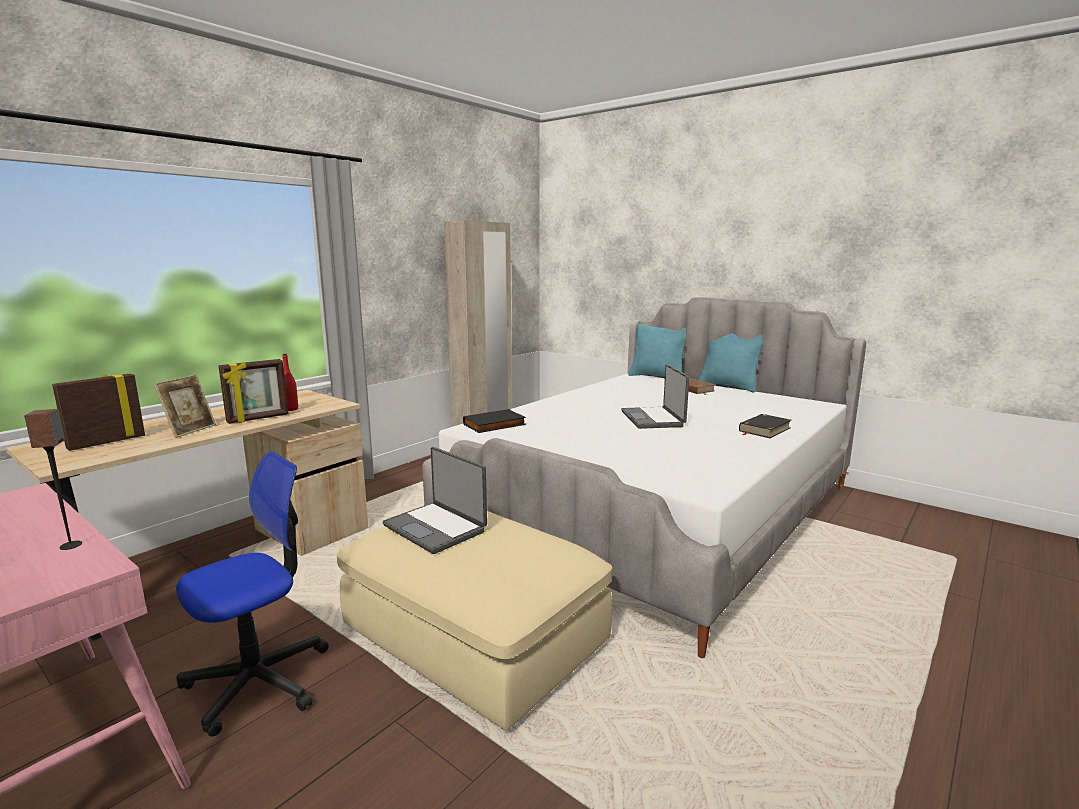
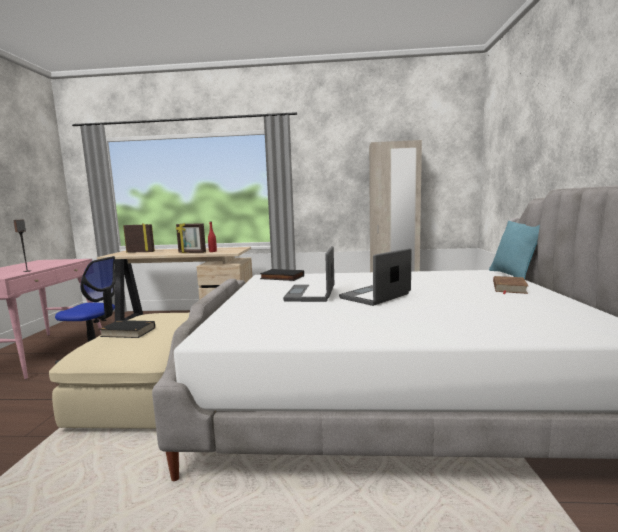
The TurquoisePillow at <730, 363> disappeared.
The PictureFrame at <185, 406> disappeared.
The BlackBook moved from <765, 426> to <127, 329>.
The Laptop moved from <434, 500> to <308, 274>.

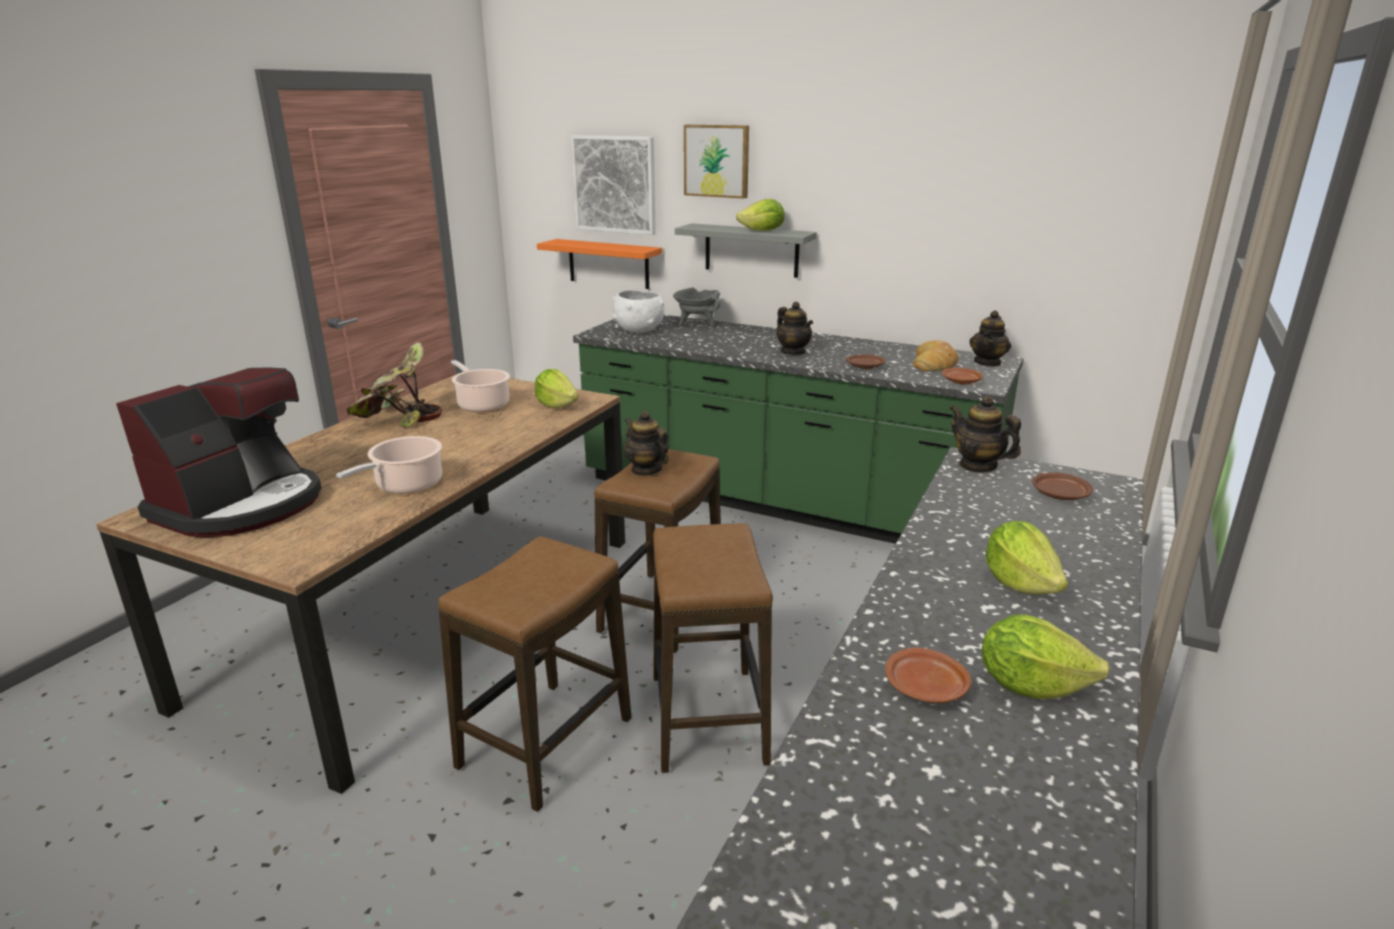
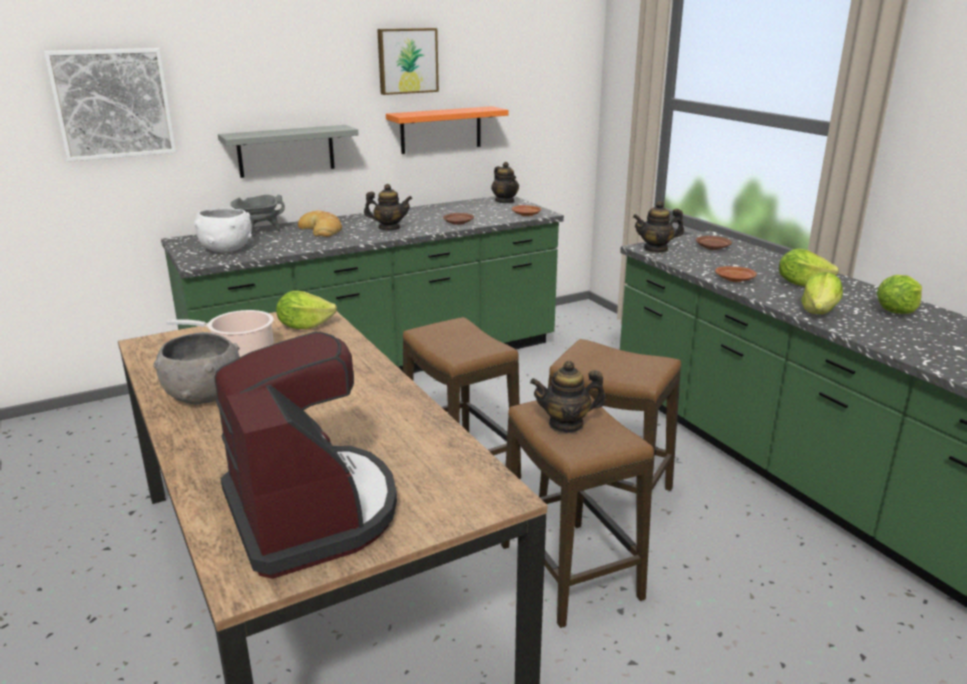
The Picture moved from <716, 161> to <408, 61>.
The Lettuce moved from <760, 215> to <822, 293>.
The OrangeShelf moved from <599, 264> to <447, 130>.
The Bread moved from <935, 356> to <320, 223>.
The PottedPlant at <394, 385> was replaced by the GreyBowl at <196, 368>.
The Teapot moved from <646, 443> to <568, 397>.
The CookingPot at <389, 465> disappeared.
The BrownPlate moved from <928, 675> to <736, 274>.

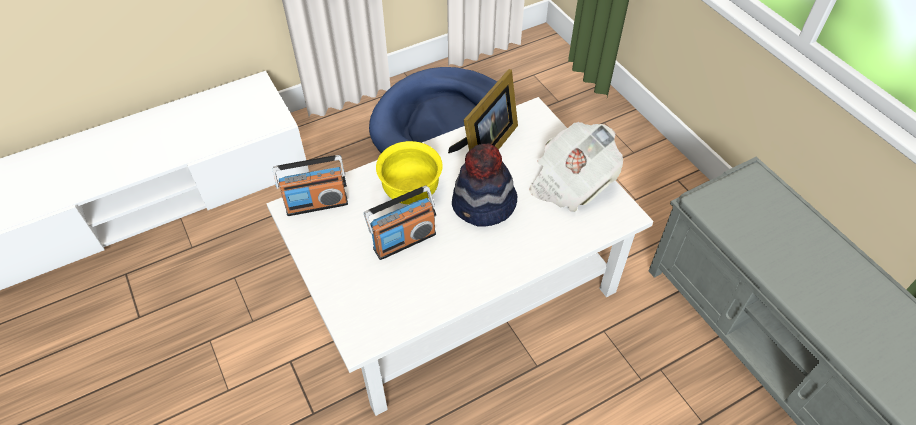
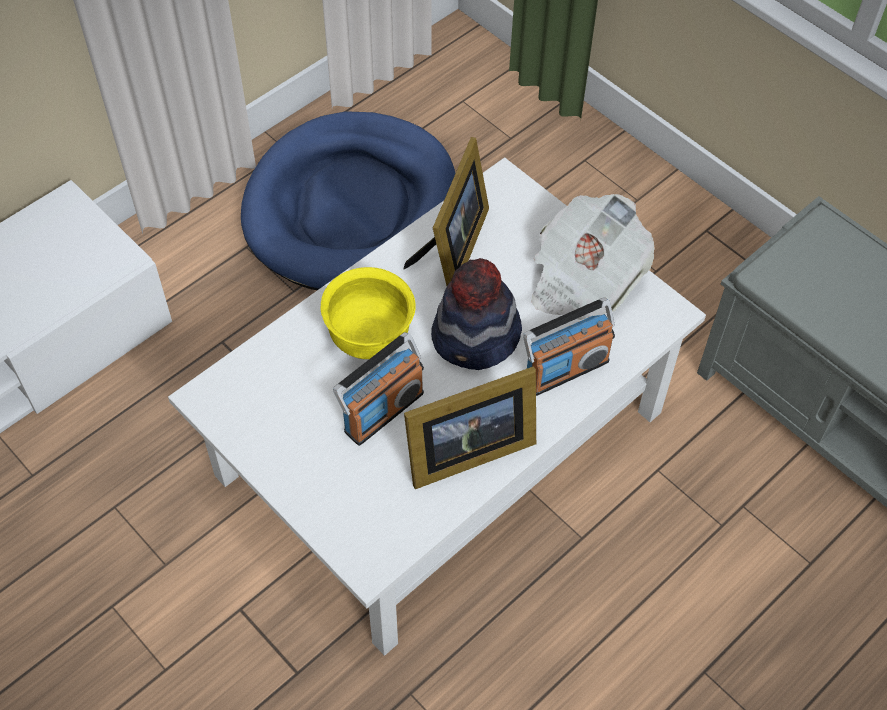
The Radio moved from <310, 185> to <569, 346>.
The PictureFrame at <470, 427> appeared.

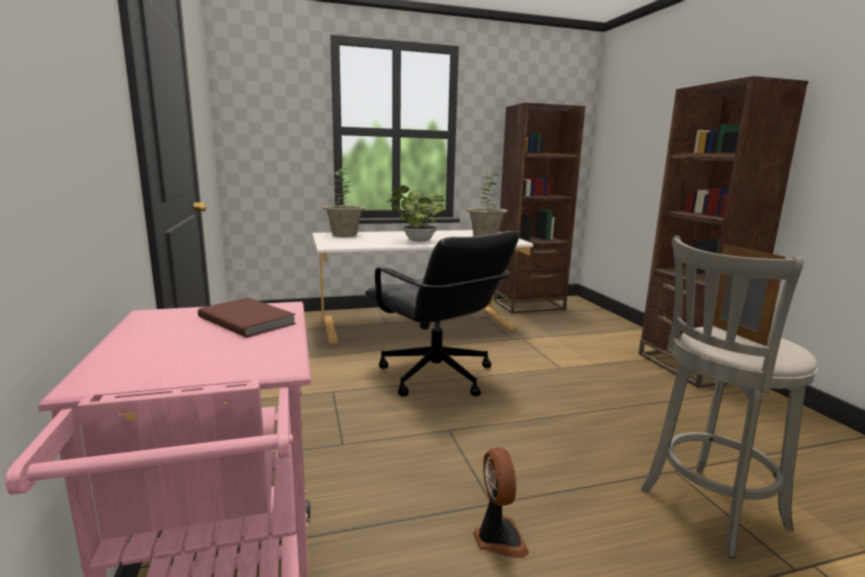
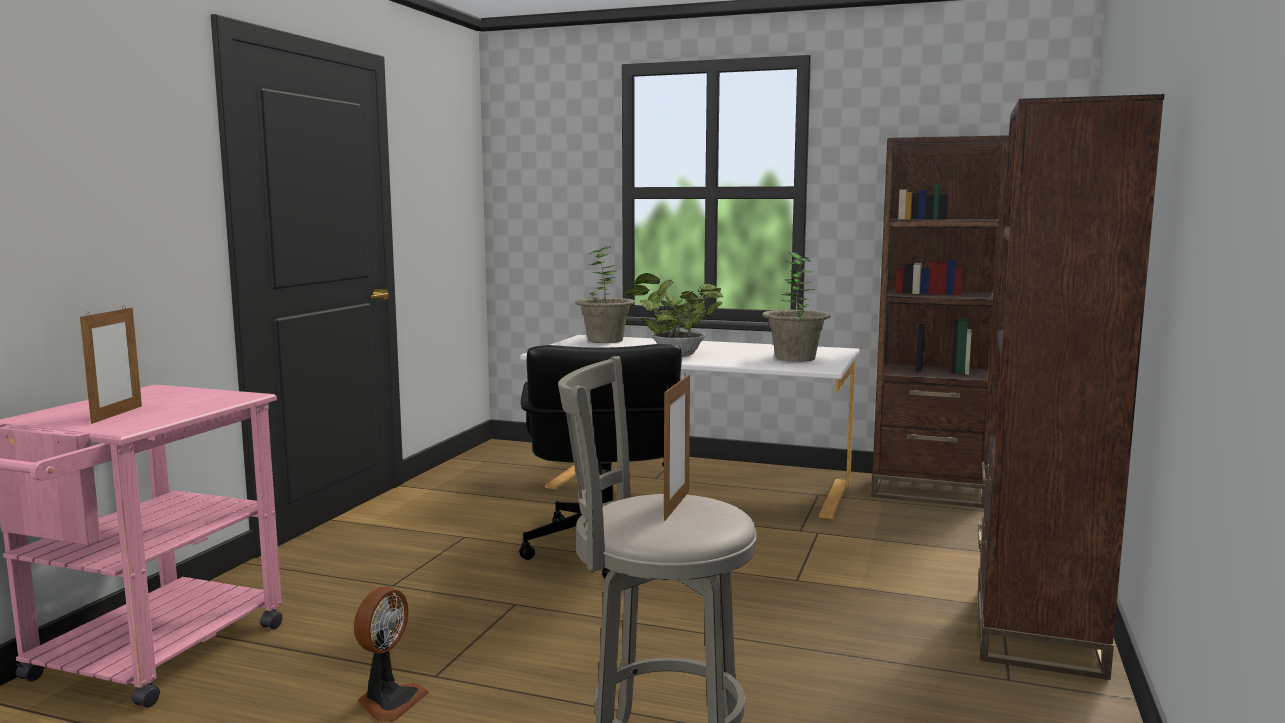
The BrownBook at <247, 318> disappeared.
The PictureFrame at <111, 364> appeared.

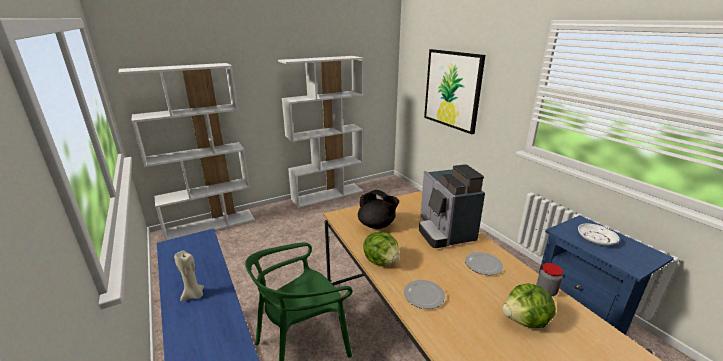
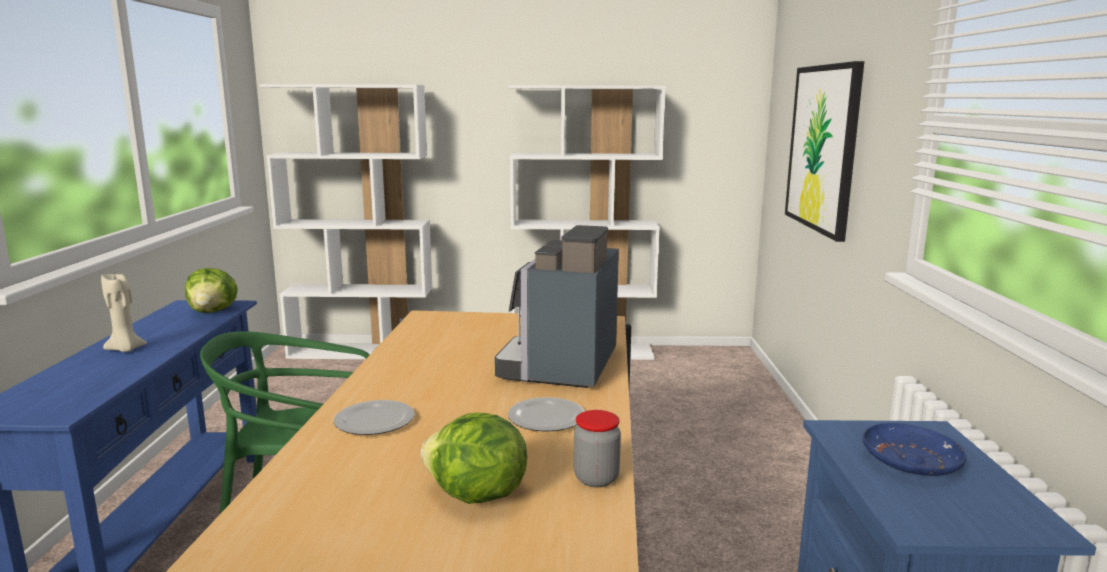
The BlackTeapot at <378, 209> disappeared.
The WhitePlate at <599, 234> became the BluePlate at <914, 449>.
The Lettuce moved from <381, 249> to <211, 290>.

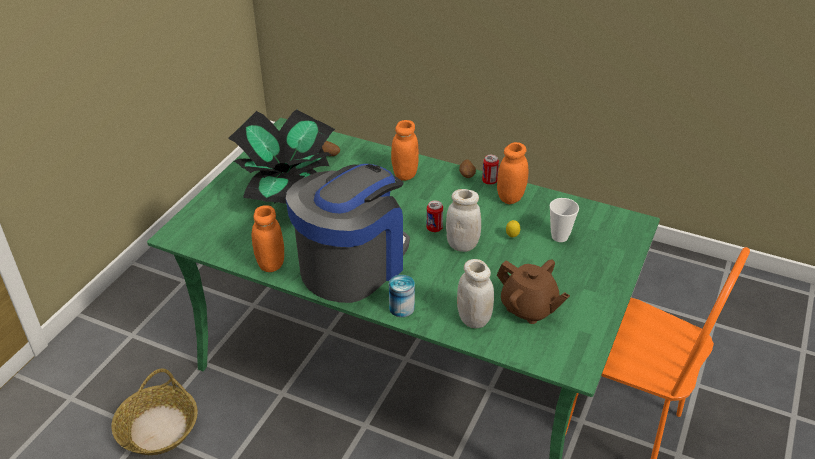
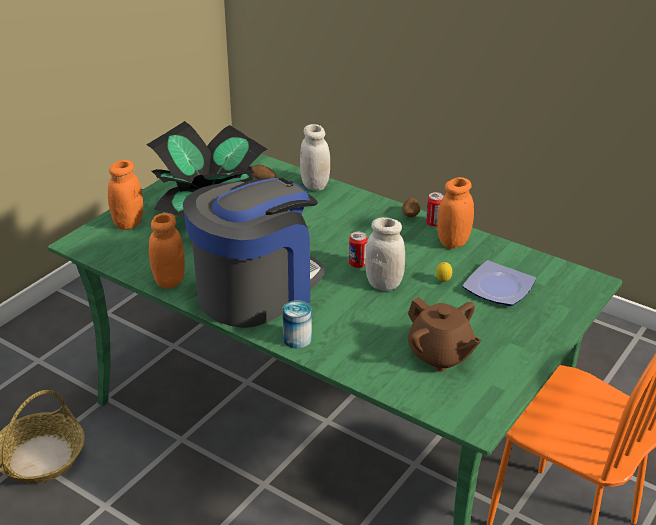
The OrangeJar moved from <405, 150> to <125, 195>.
The Cup at <564, 220> was replaced by the Plate at <499, 283>.
The WhiteJar moved from <475, 293> to <315, 157>.

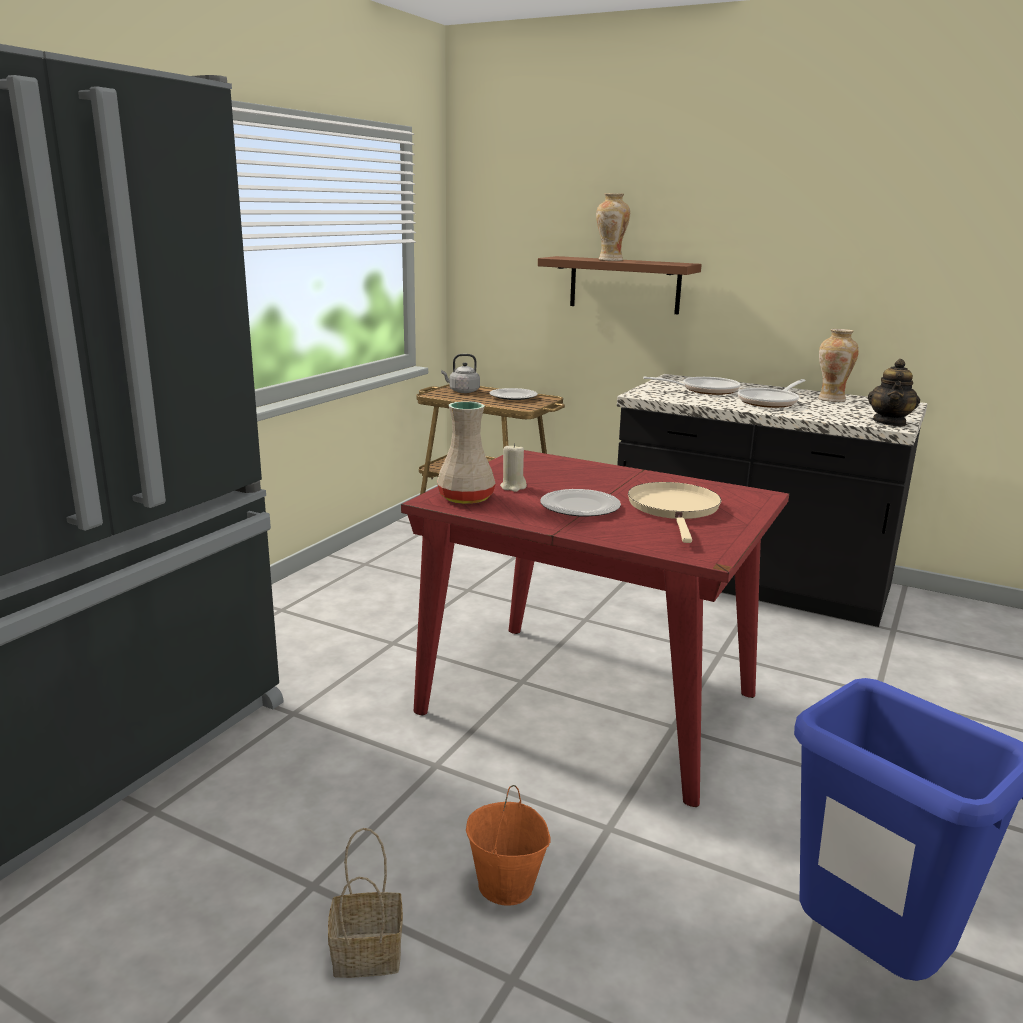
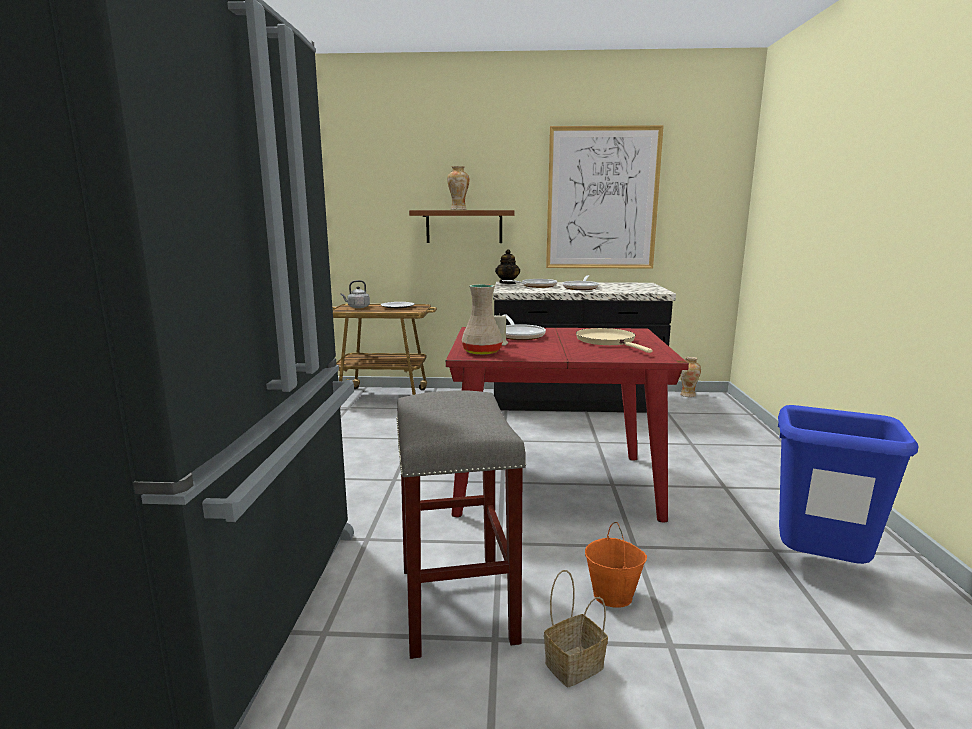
The Vase moved from <838, 365> to <690, 377>.
The Teapot moved from <894, 393> to <507, 266>.
The Plate at <580, 503> disappeared.
The Picture at <605, 197> appeared.
The FryingPan at <525, 327> appeared.
The GreyStool at <461, 524> appeared.

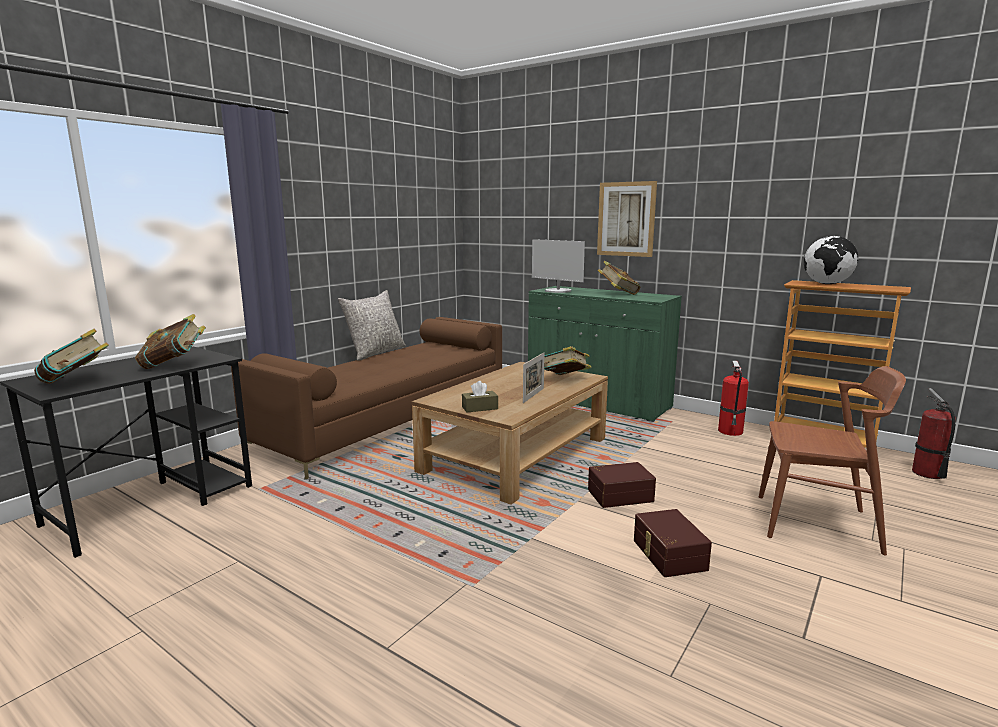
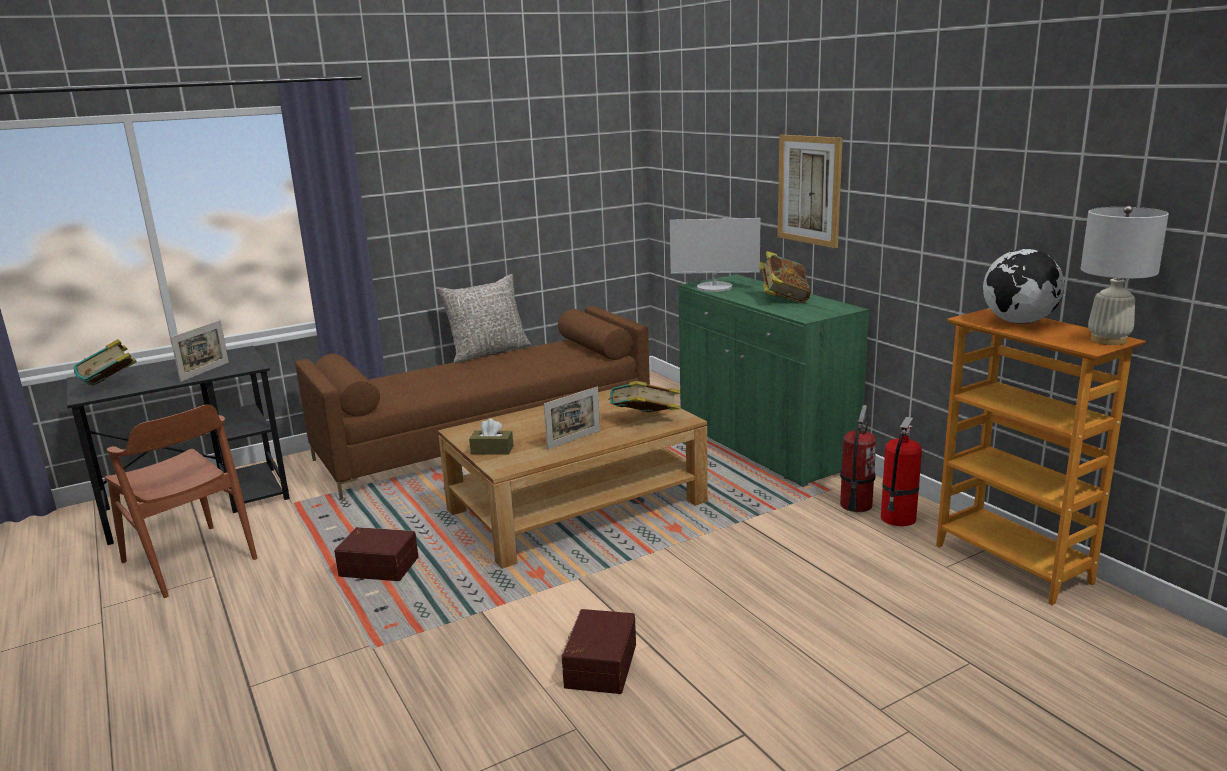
The Monitor at <558, 266> turned 60 degrees counterclockwise.
The Book at <170, 341> was replaced by the PictureFrame at <199, 351>.
The BrownChair moved from <832, 460> to <181, 501>.
The FireExtinguisher moved from <934, 433> to <858, 458>.
The BrownStorageBox moved from <622, 485> to <376, 554>.
The WhiteTableLamp at <1125, 275> appeared.

